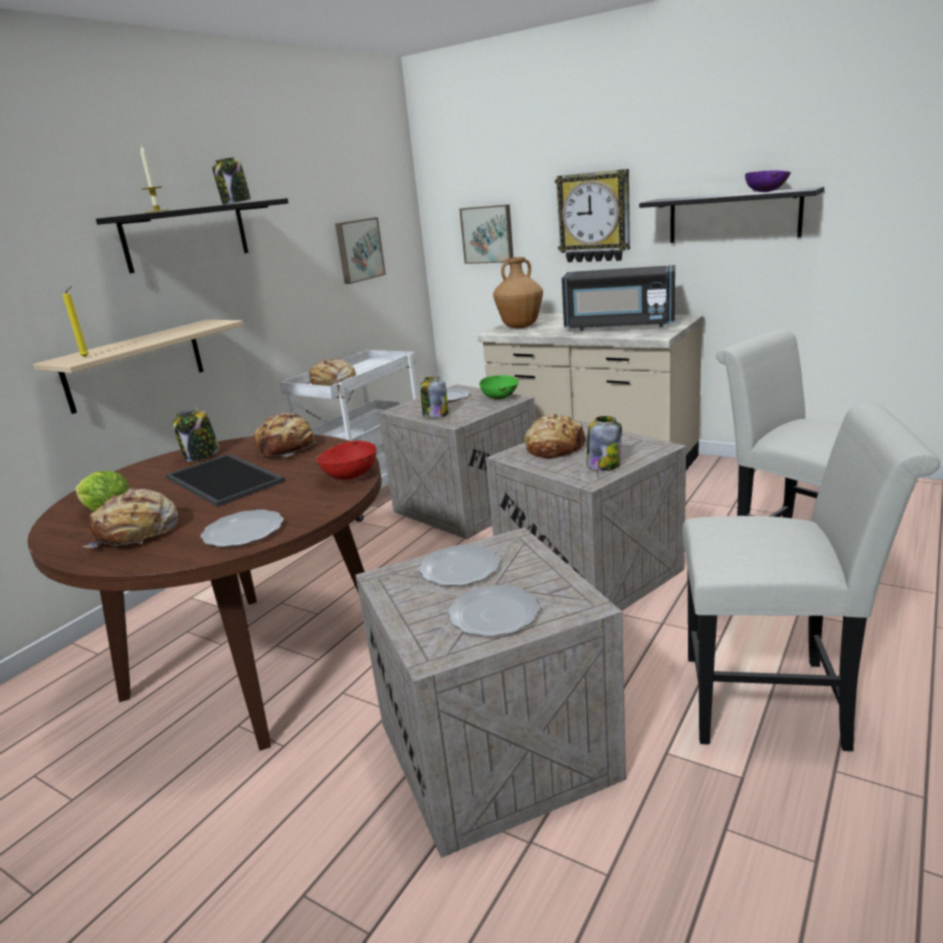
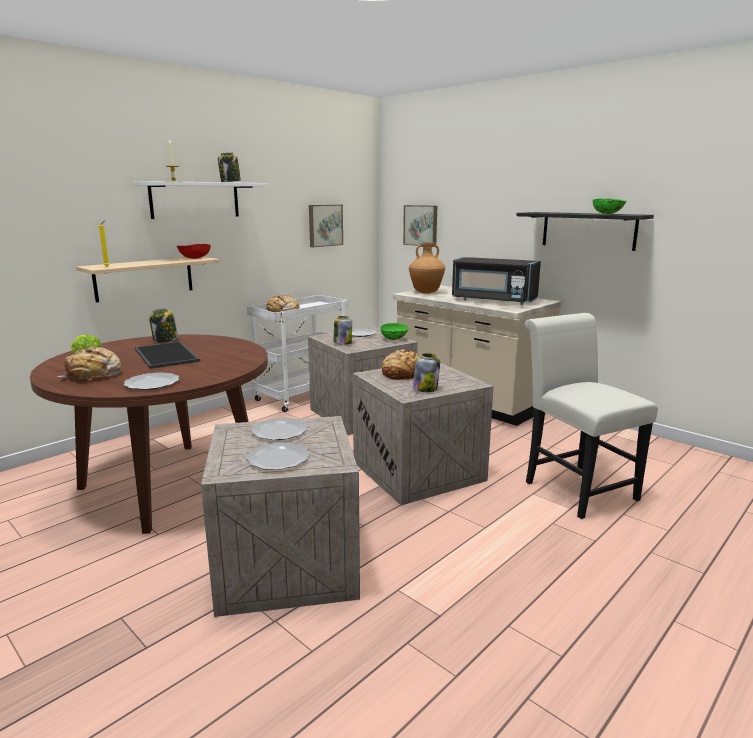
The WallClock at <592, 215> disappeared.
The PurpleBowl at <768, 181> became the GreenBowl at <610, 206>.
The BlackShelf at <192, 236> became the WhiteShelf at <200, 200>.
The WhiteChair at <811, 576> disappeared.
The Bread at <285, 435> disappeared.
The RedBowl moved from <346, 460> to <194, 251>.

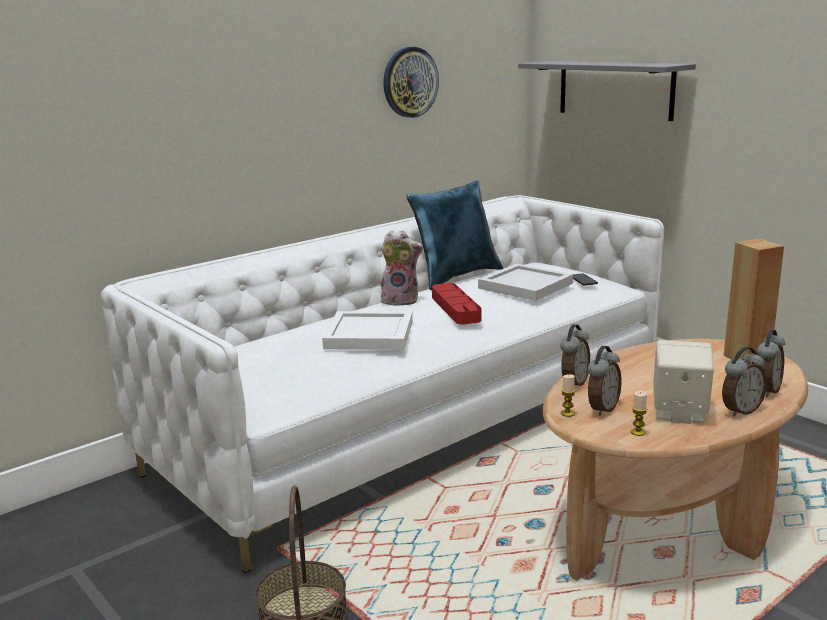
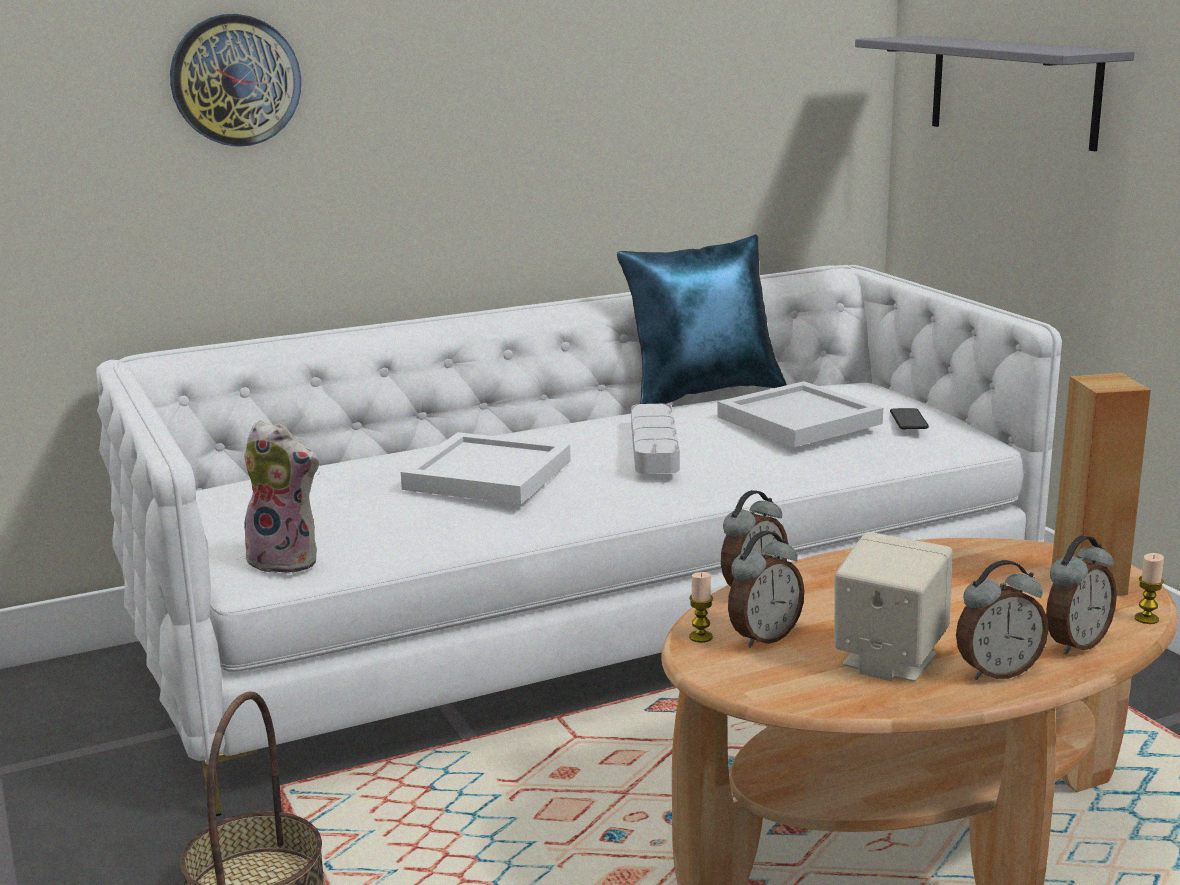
The WallClock moved from <411, 82> to <235, 80>.
The PlushToy moved from <401, 268> to <280, 497>.
The RedTray at <457, 304> became the GreyTray at <655, 439>.
The Candle moved from <639, 413> to <1149, 588>.

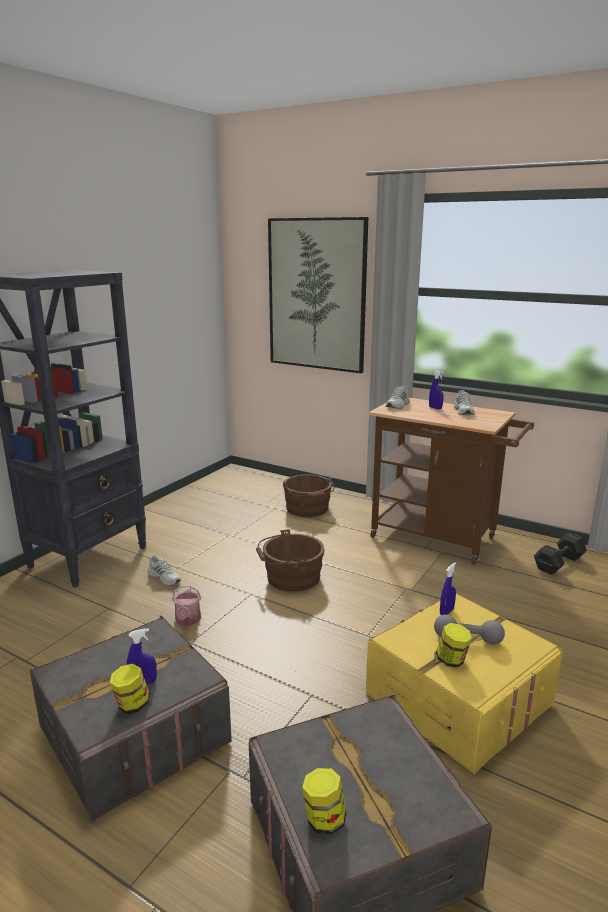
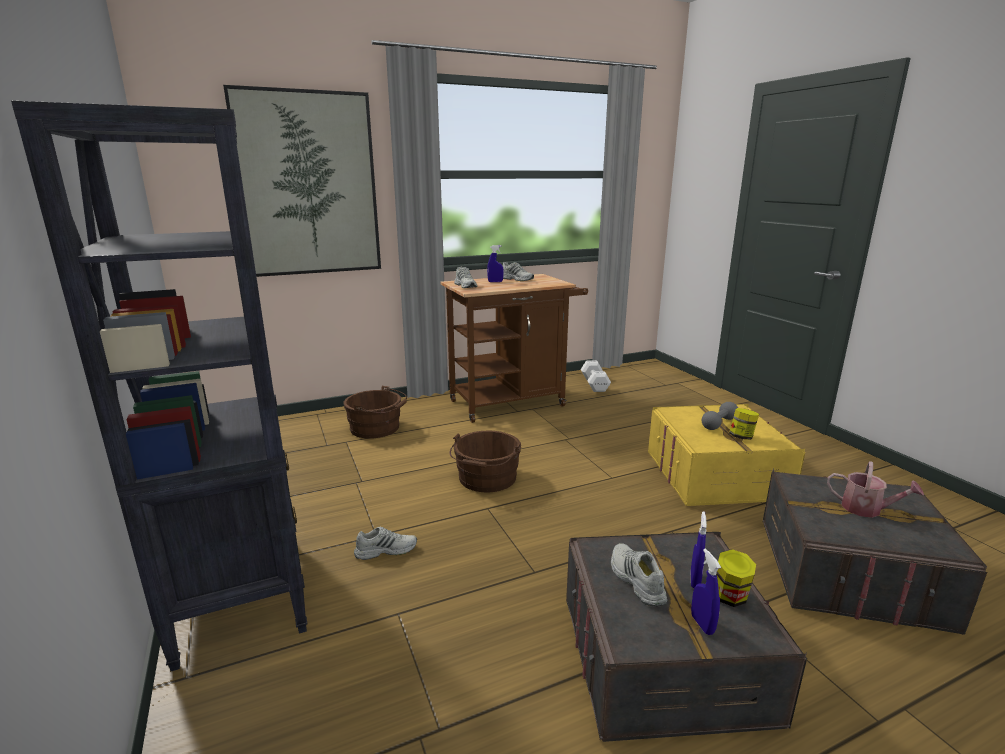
The BlackDumbbell at <560, 553> became the WhiteDumbbell at <596, 376>.
The BlueSprayBottle moved from <448, 588> to <706, 592>.
The WateringCan moved from <186, 605> to <875, 489>.
The Jar at <324, 801> disappeared.
The WhiteShoe at <639, 575> appeared.

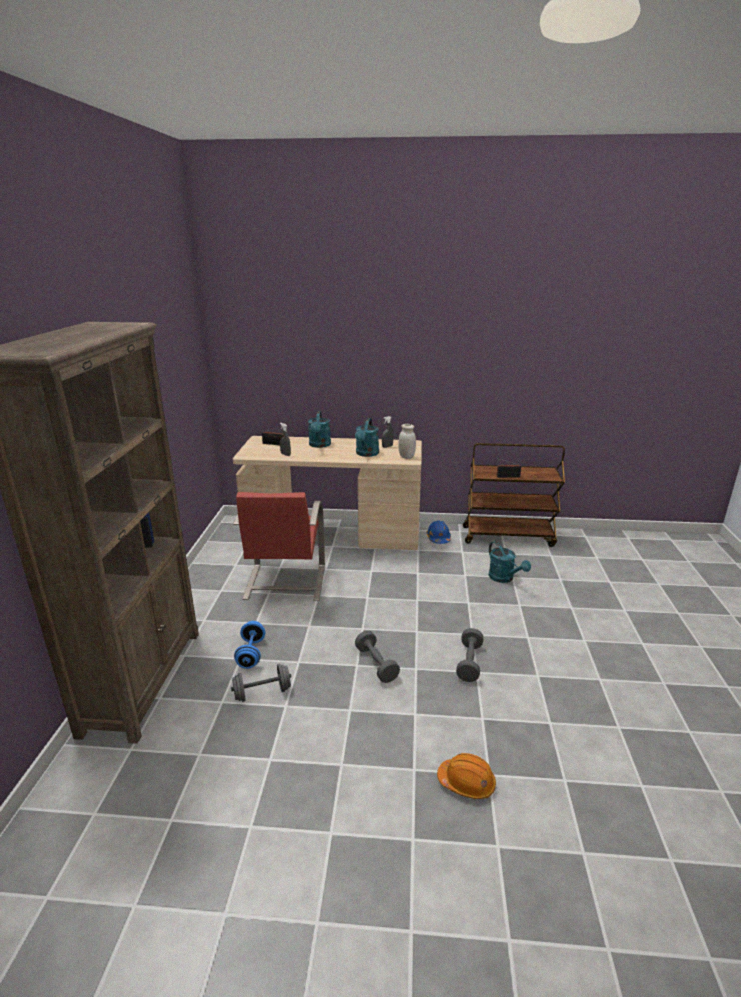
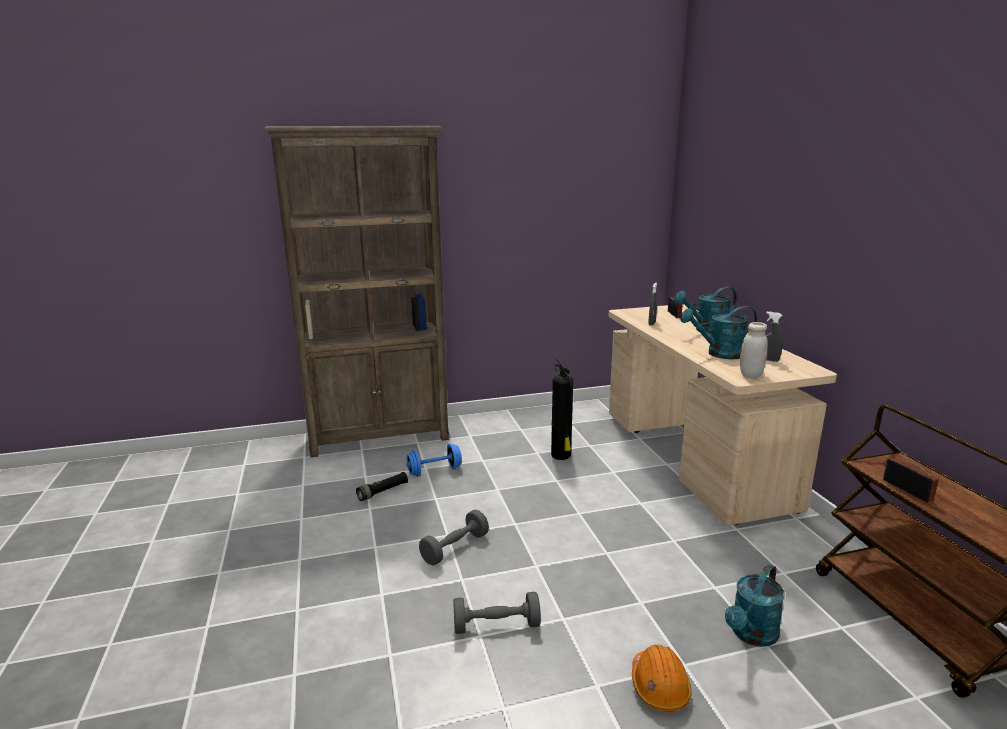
The RedChair at <279, 546> was replaced by the FireExtinguisher at <562, 408>.
The BlueHardHat at <438, 532> disappeared.
The GreyDumbbell at <261, 683> was replaced by the BlackFlashlight at <382, 486>.
The OrangeHardHat moved from <466, 776> to <662, 678>.

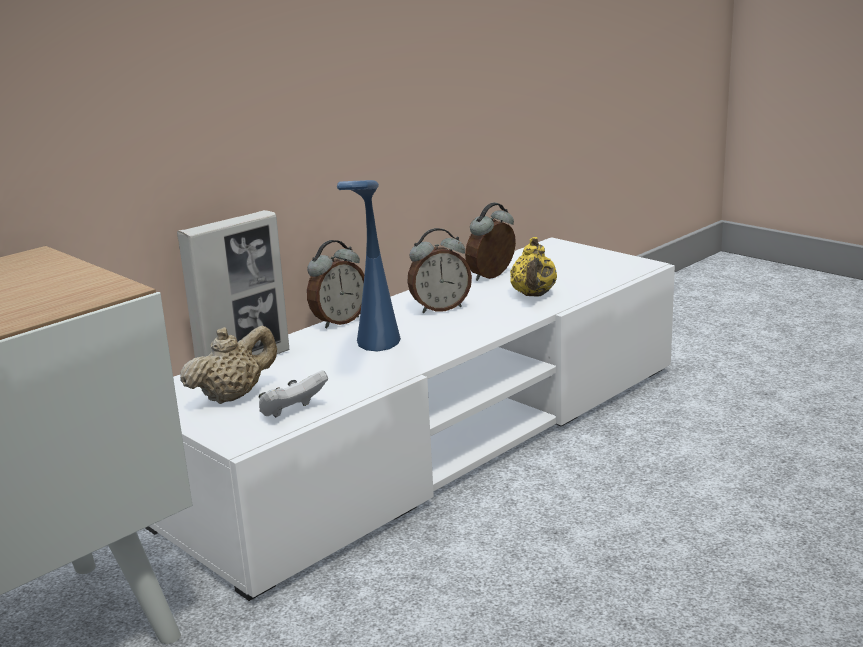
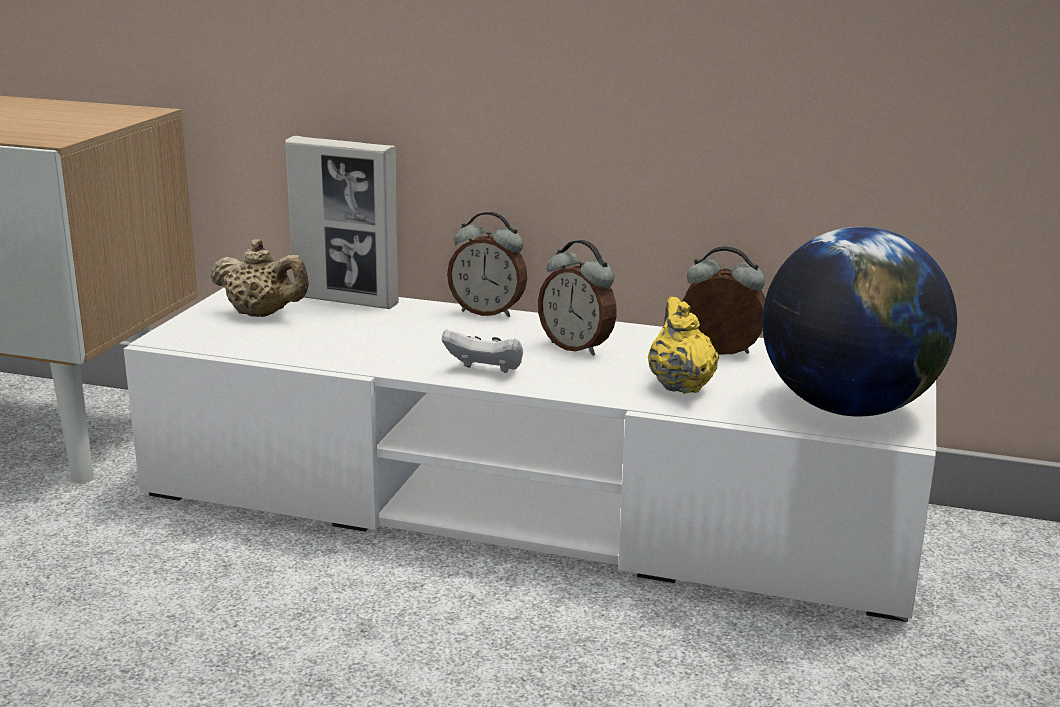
The BlueTableLamp at <369, 266> disappeared.
The YellowTeapot at <533, 267> turned 105 degrees clockwise.
The WhiteGameController moved from <293, 394> to <482, 351>.
The Globe at <859, 322> appeared.

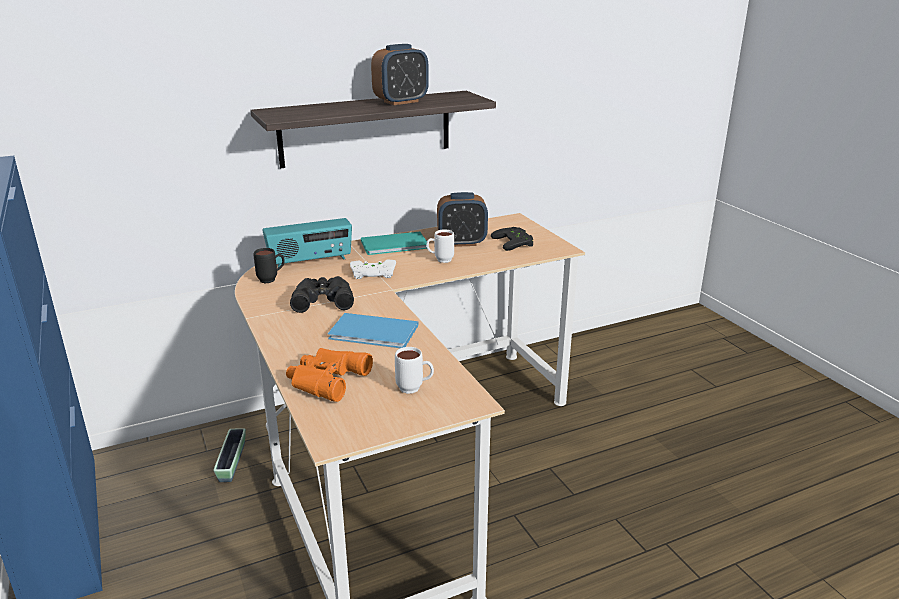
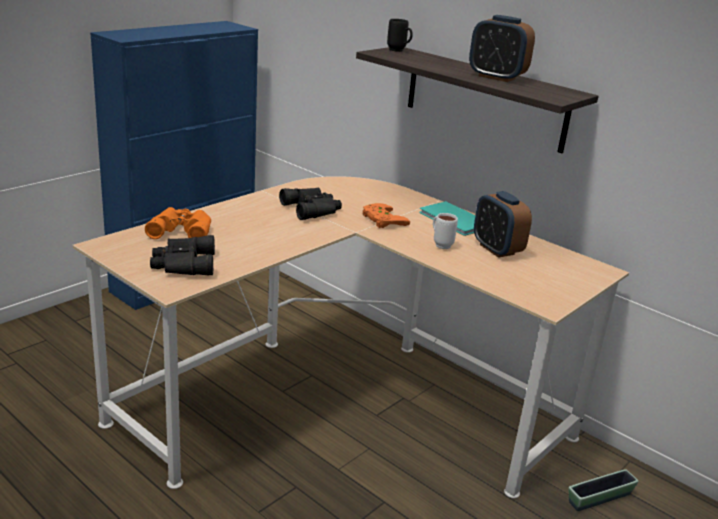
The Radio at <307, 242> disappeared.
The BlackGameController at <512, 239> disappeared.
The BlackMug moved from <269, 265> to <400, 35>.
The WhiteGameController at <373, 269> became the OrangeGameController at <386, 215>.
The BlueBook at <373, 330> disappeared.
The WhiteMug at <414, 370> was replaced by the BlackBinoculars at <182, 255>.
The Planter moved from <230, 455> to <603, 490>.

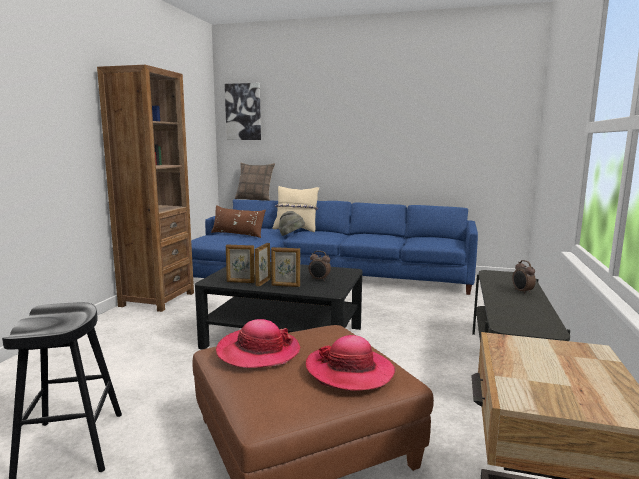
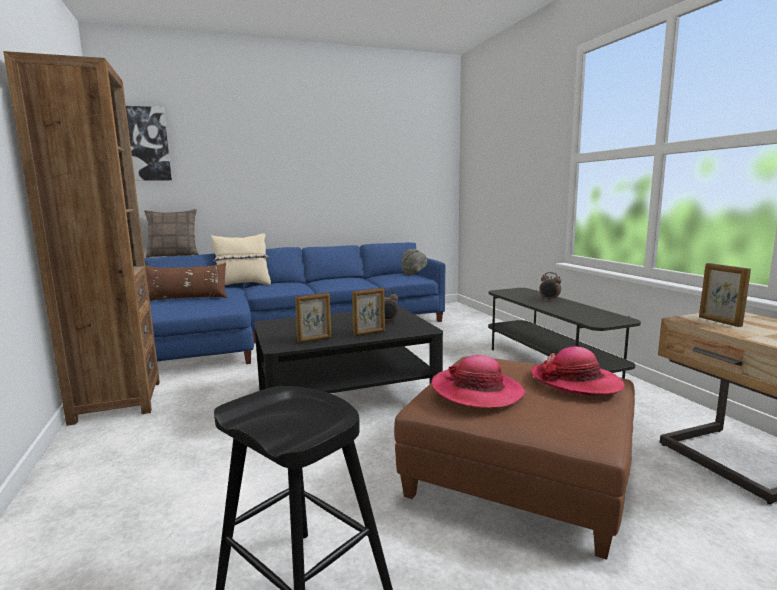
The GreyHat moved from <292, 223> to <414, 262>.
The PictureFrame moved from <263, 264> to <725, 295>.

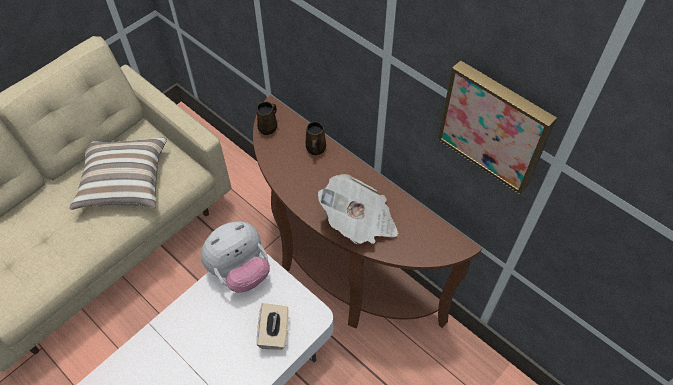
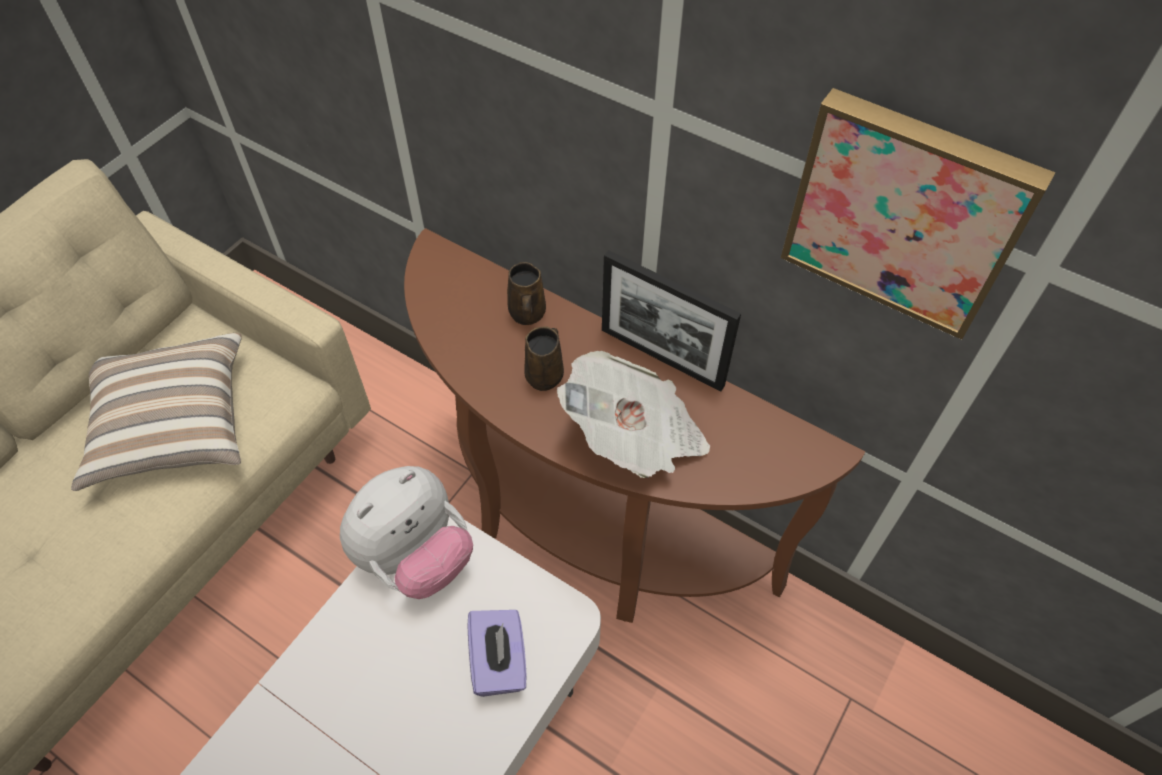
The BrownMug moved from <267, 118> to <544, 358>.
The BeigeTissueBox at <273, 326> became the PurpleTissueBox at <497, 653>.
The PictureFrame at <671, 321> appeared.

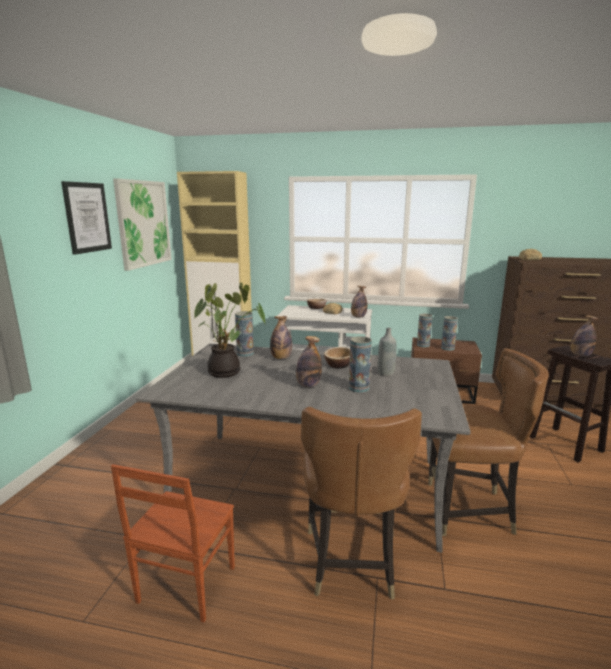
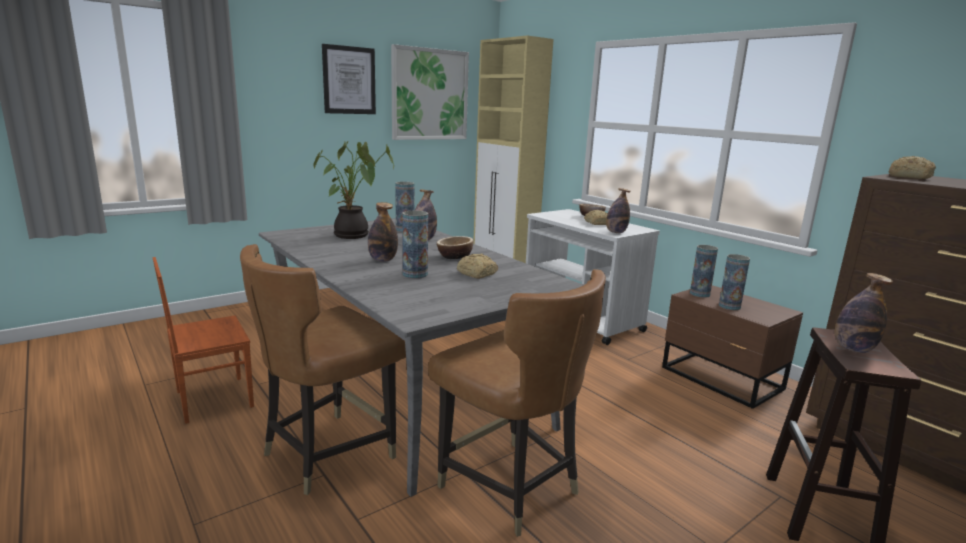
The GreyBottle at <387, 352> was replaced by the Bread at <477, 266>.

